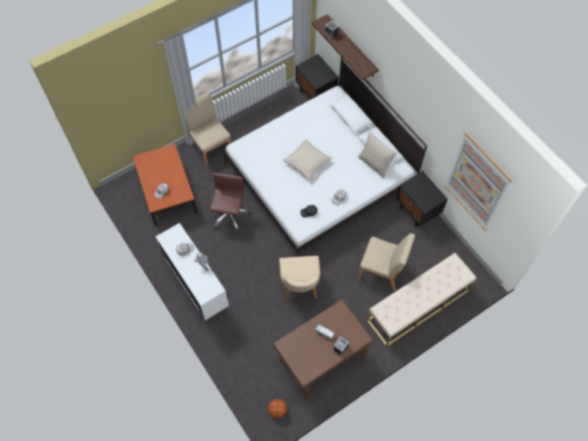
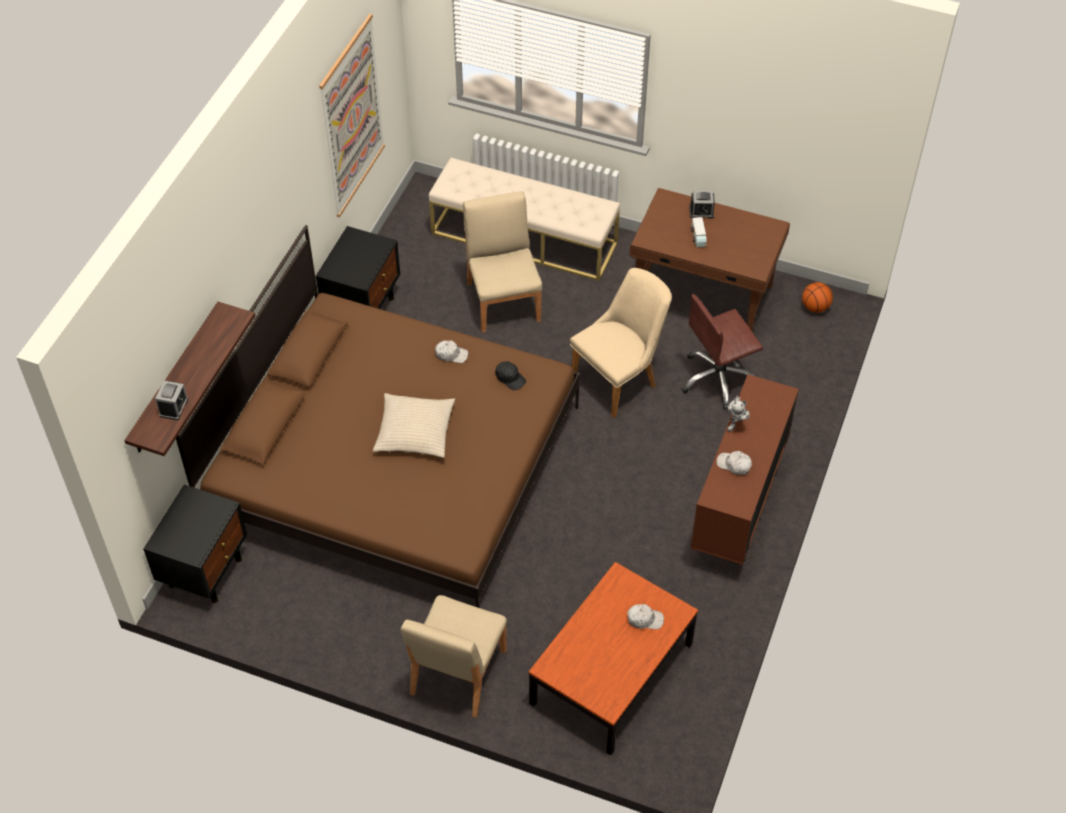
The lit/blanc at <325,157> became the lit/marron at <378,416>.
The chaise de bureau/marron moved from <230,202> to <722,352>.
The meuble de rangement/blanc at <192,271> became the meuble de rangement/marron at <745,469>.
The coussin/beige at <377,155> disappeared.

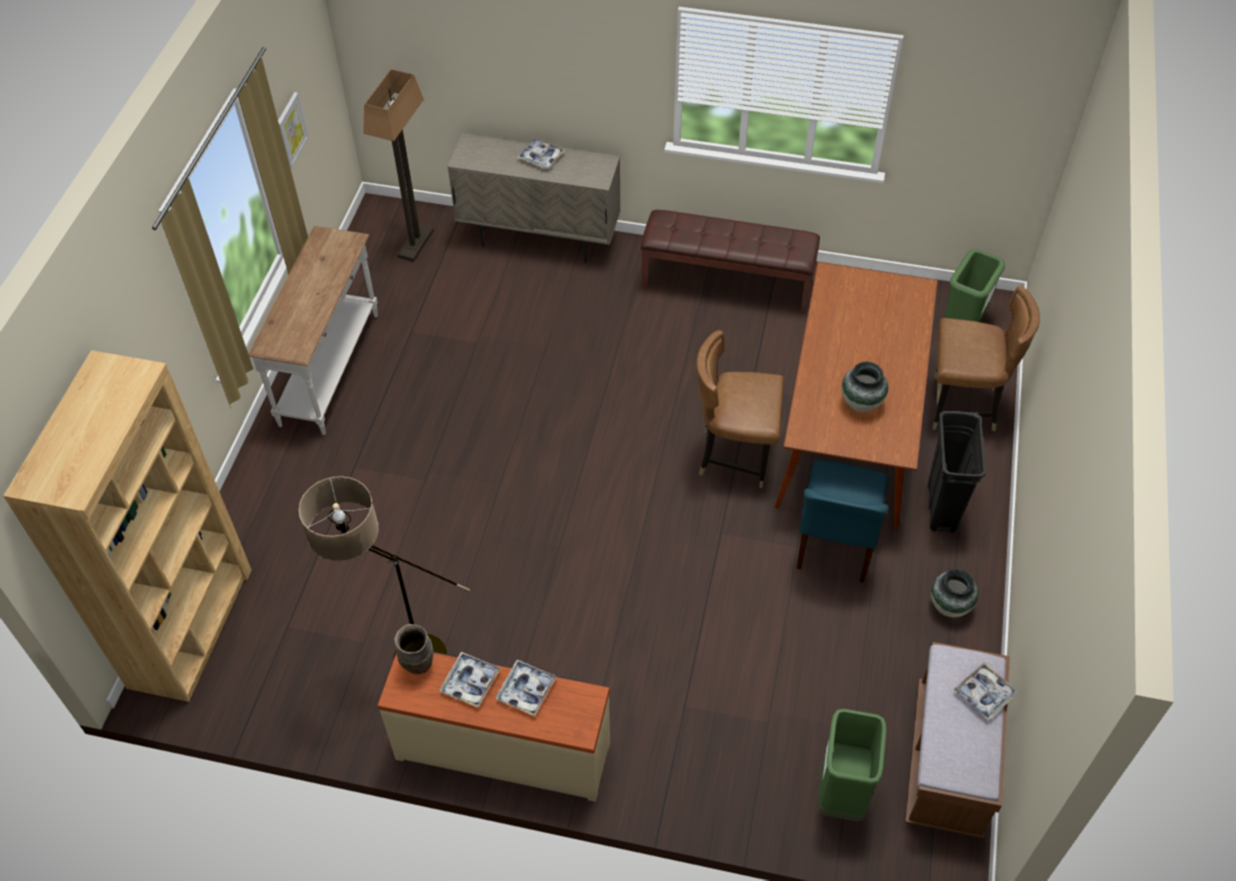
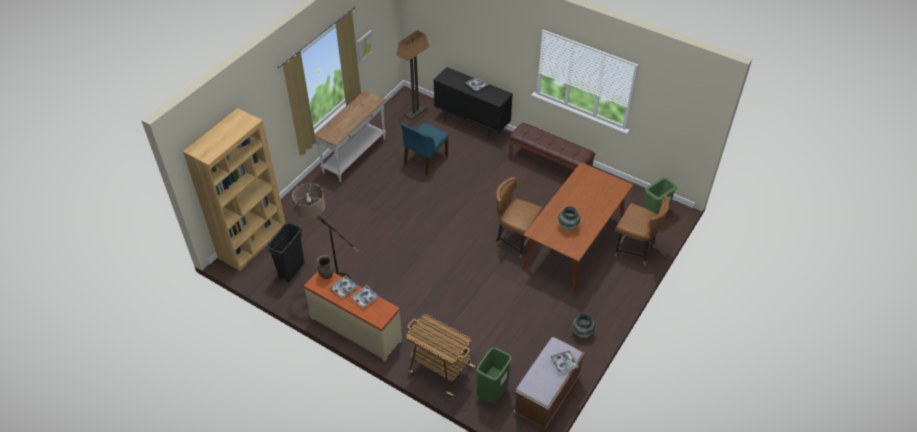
The poubelle/noir moved from <957,472> to <285,252>.
The chaise/bleu moved from <843,521> to <424,149>.
The chariot at <440,356> appeared.
The meuble de rangement/beige at <534,198> became the meuble de rangement/noir at <473,104>.

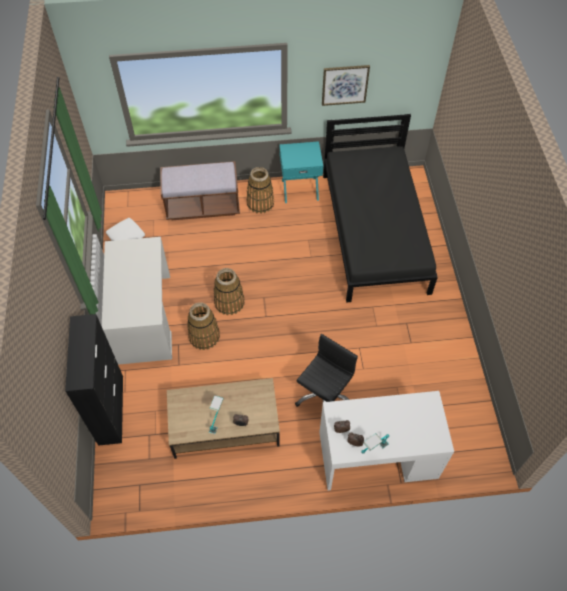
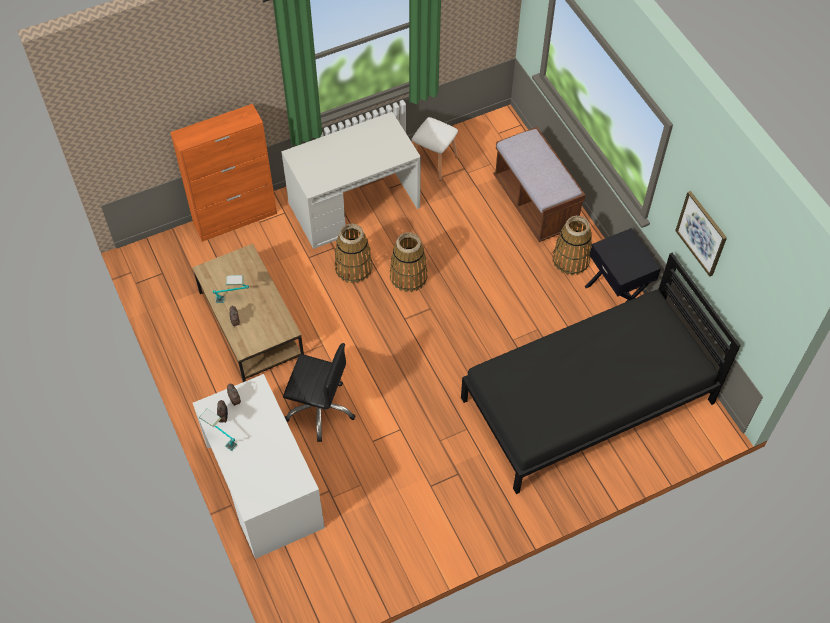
The meuble de rangement/noir at <94,380> became the meuble de rangement/orange at <223,173>.
The table de chevet/turquoise at <301,172> became the table de chevet/noir at <623,265>.

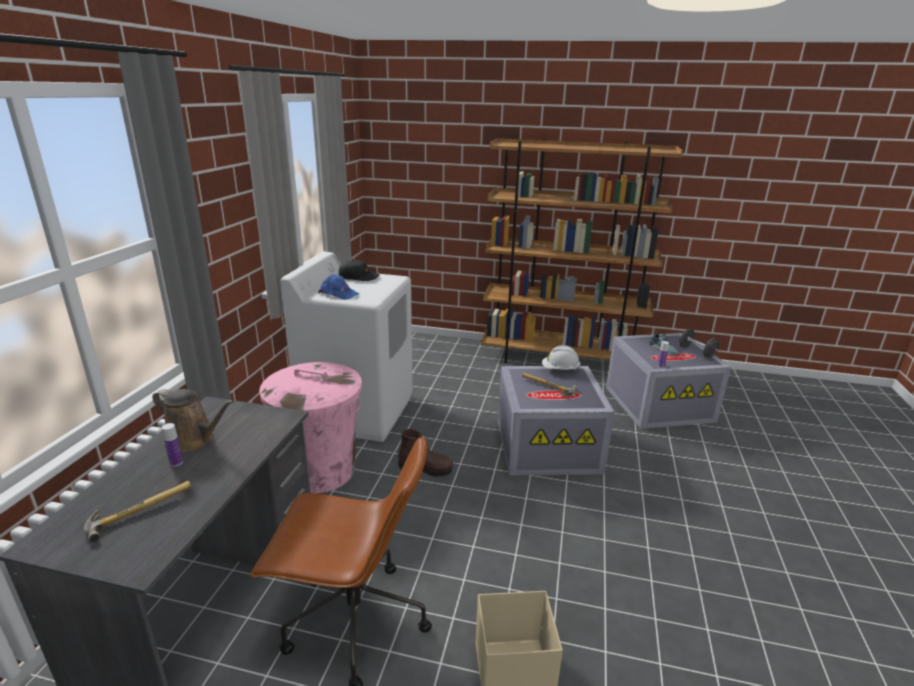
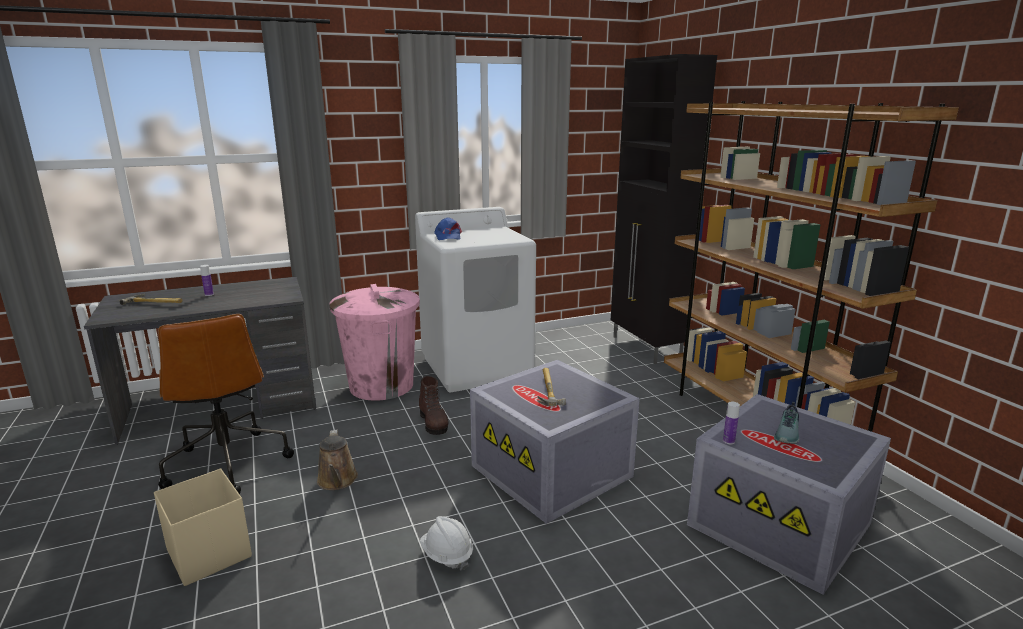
The arrosoir/marron moved from <193,420> to <337,460>.
The casque de chantier/blanc moved from <561,357> to <446,543>.
The meuble de rangement/noir at <664,209> appeared.
The casquette/noir at <359,270> disappeared.
The haltère/noir at <699,343> disappeared.

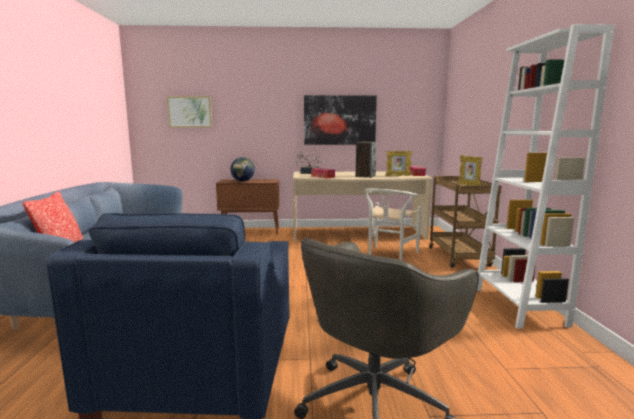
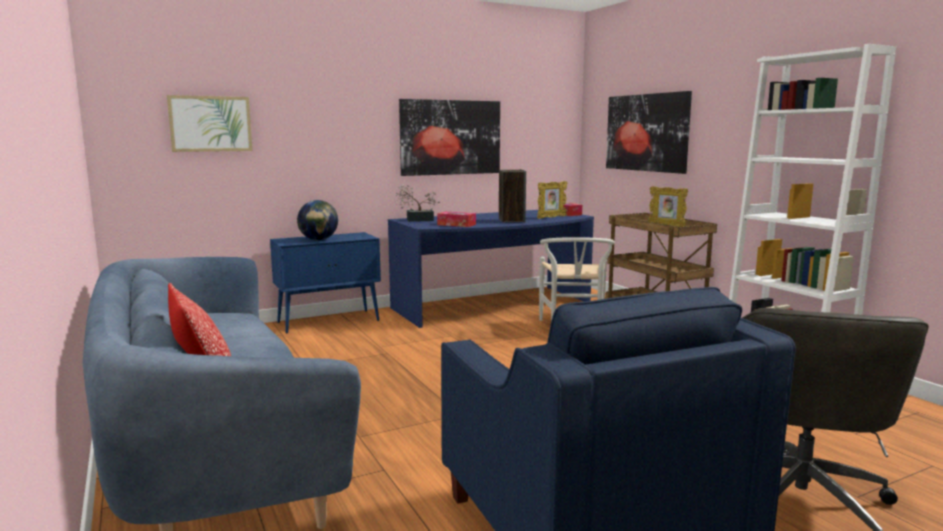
The meuble de rangement/marron at <248,206> became the meuble de rangement/bleu at <325,283>.
The bureau/beige at <362,206> became the bureau/bleu at <491,269>.
The tableau at <649,132> appeared.

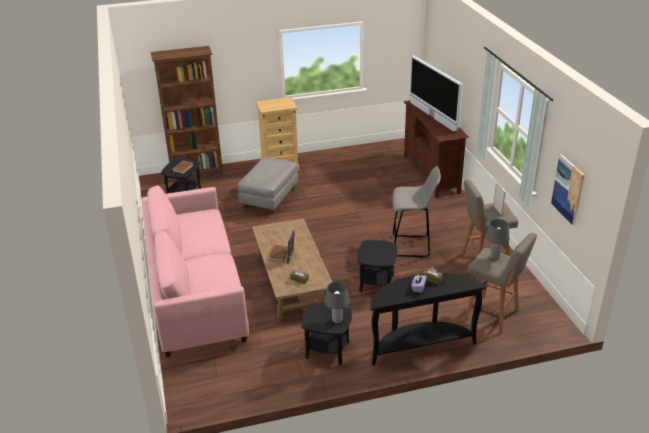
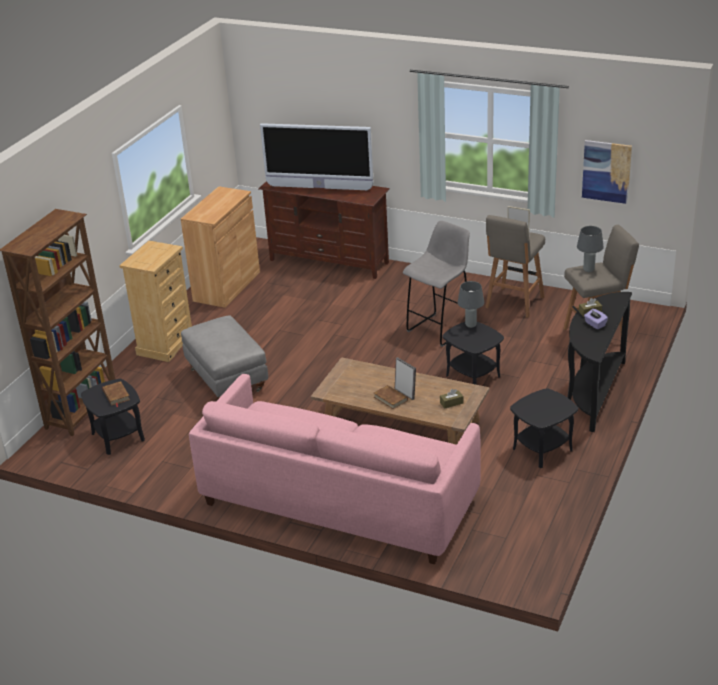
The meuble de rangement/marron at <220,247> appeared.
The lampe de table/gris moved from <337,302> to <471,304>.

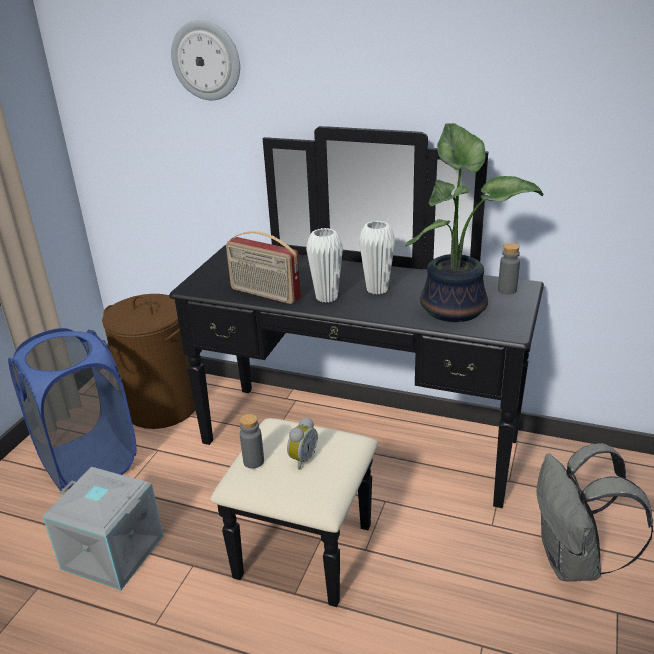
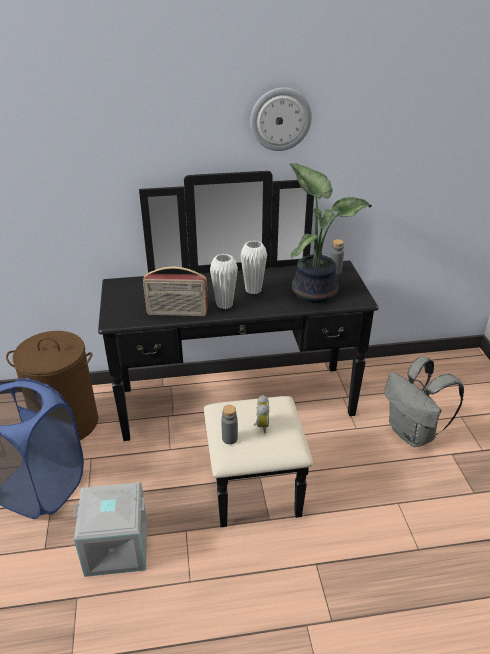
The horloge murale moved from <205,60> to <281,119>.

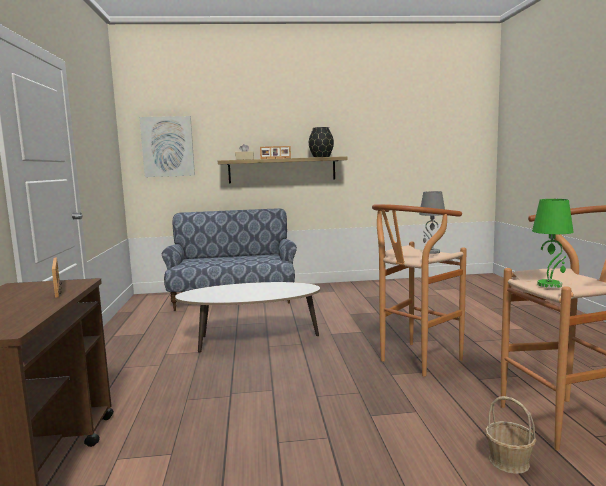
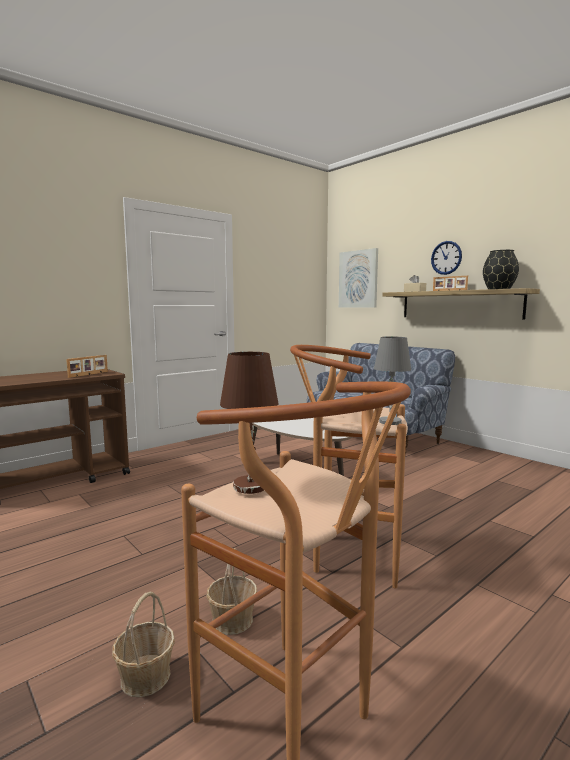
The panier at <231,591> appeared.
The lampe de table/vert at <553,243> became the lampe de table/marron at <249,423>.
The horloge murale at <446,258> appeared.

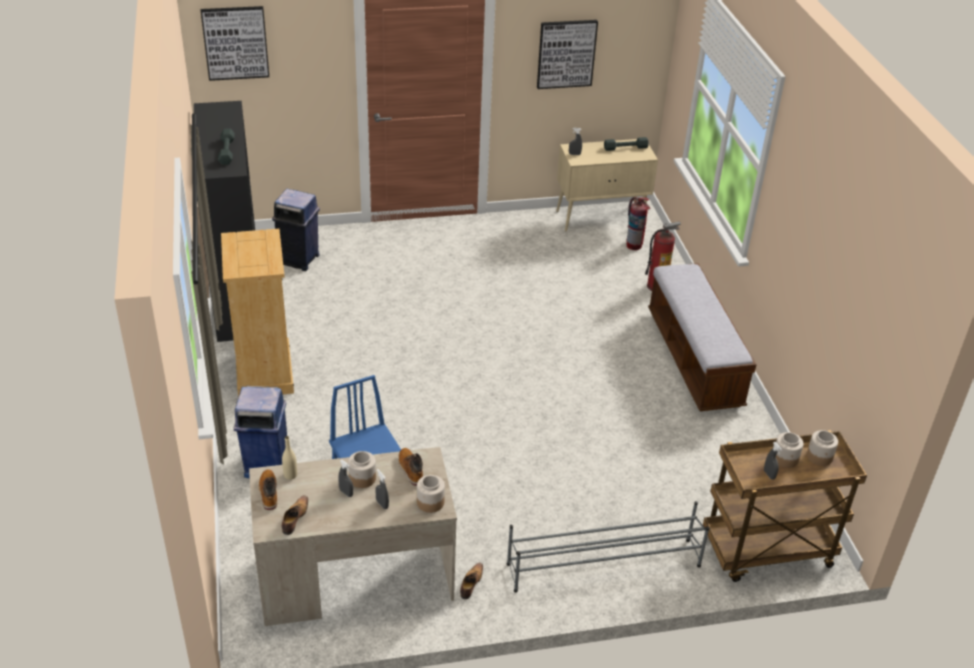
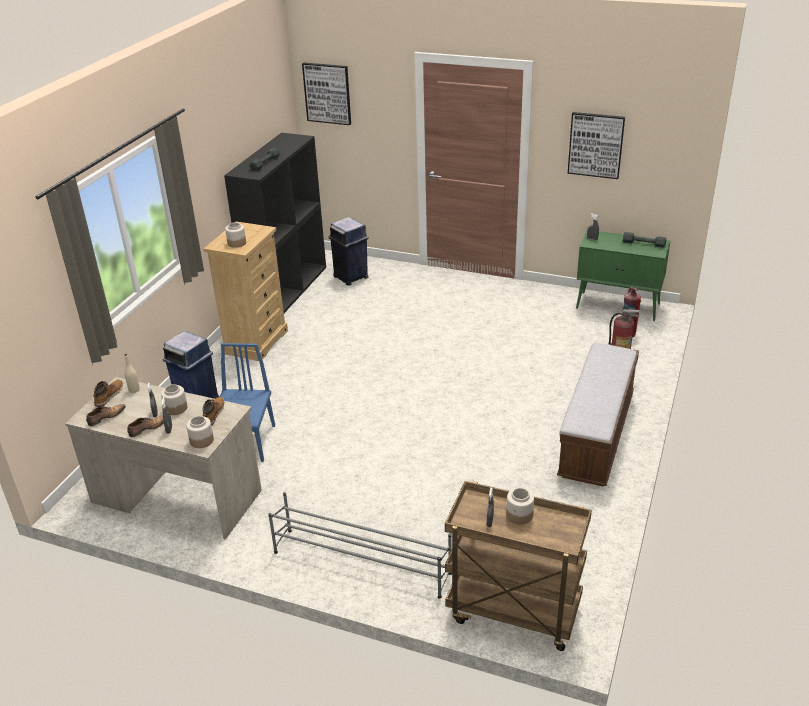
The chaussure moved from <471,581> to <145,426>.
The bocal moved from <822,448> to <235,235>.
The meuble de rangement/beige at <607,185> became the meuble de rangement/vert at <623,276>.

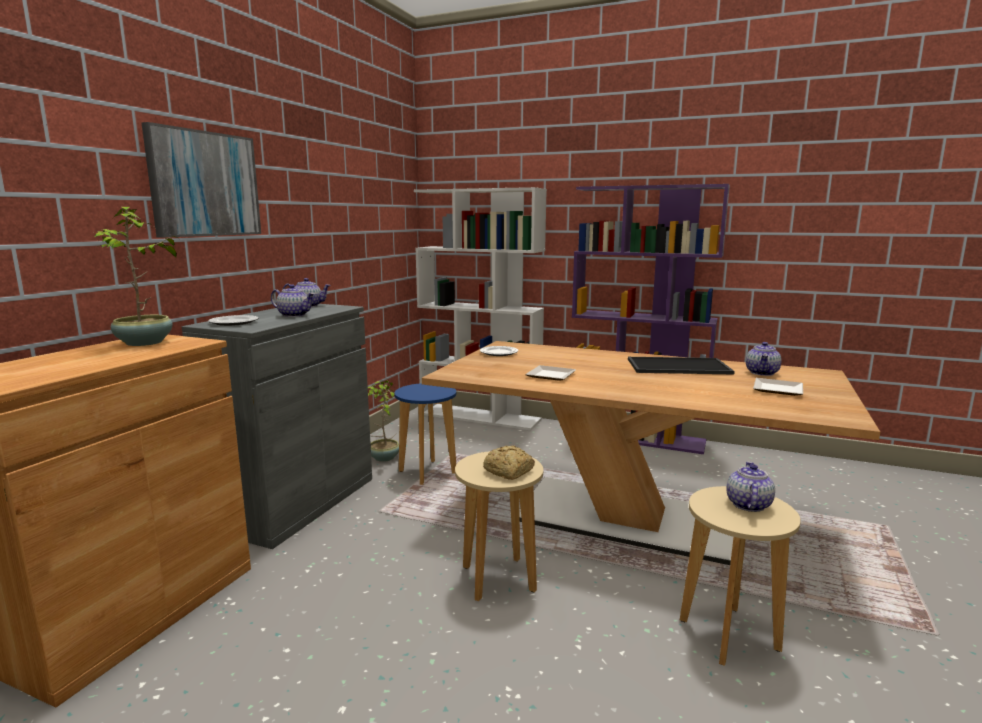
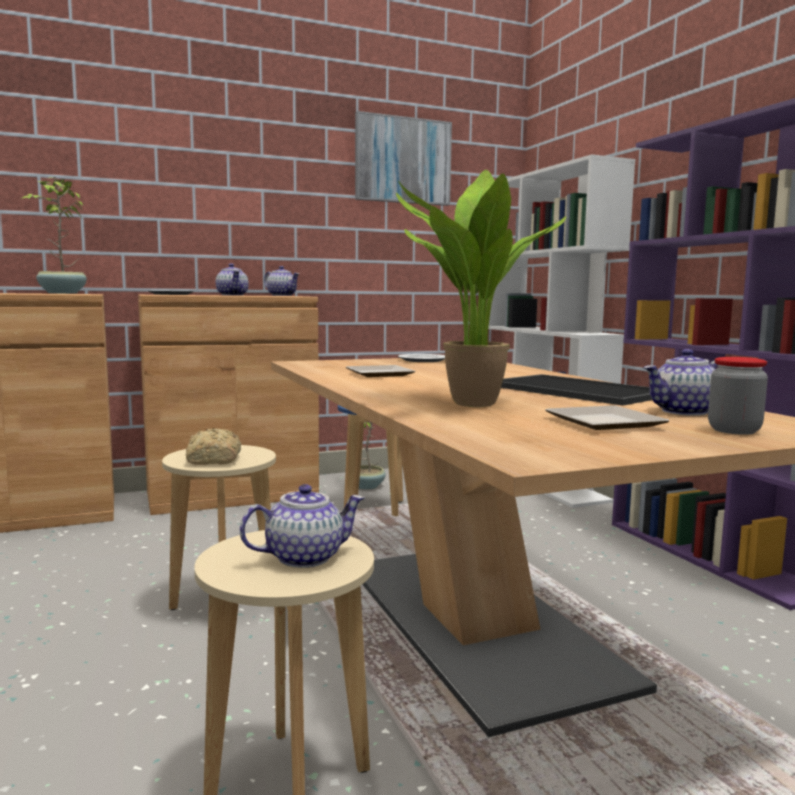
The meuble de rangement/gris at <277,426> became the meuble de rangement/marron at <228,405>.
The tableau moved from <201,179> to <403,158>.
The plante en pot at <481,288> appeared.
The bocal at <738,396> appeared.

